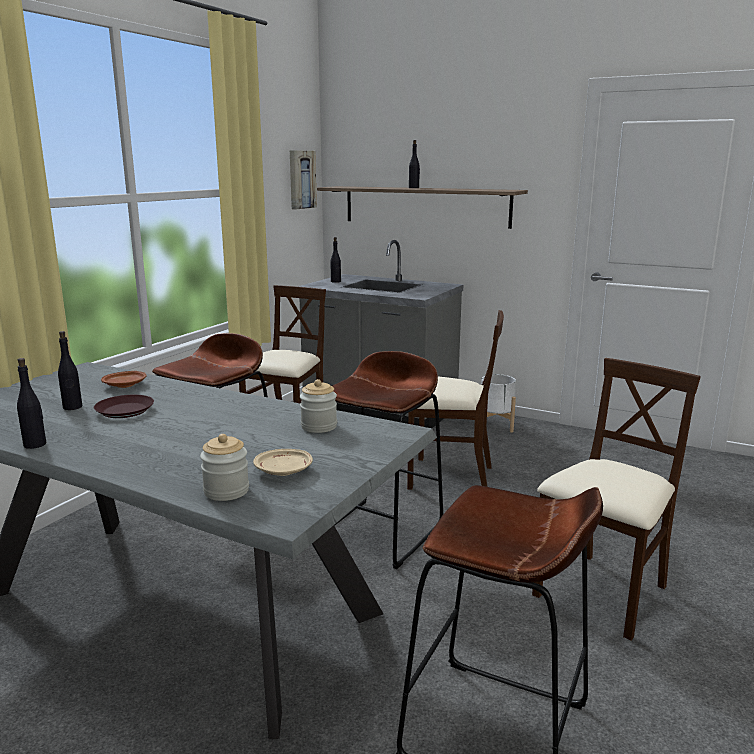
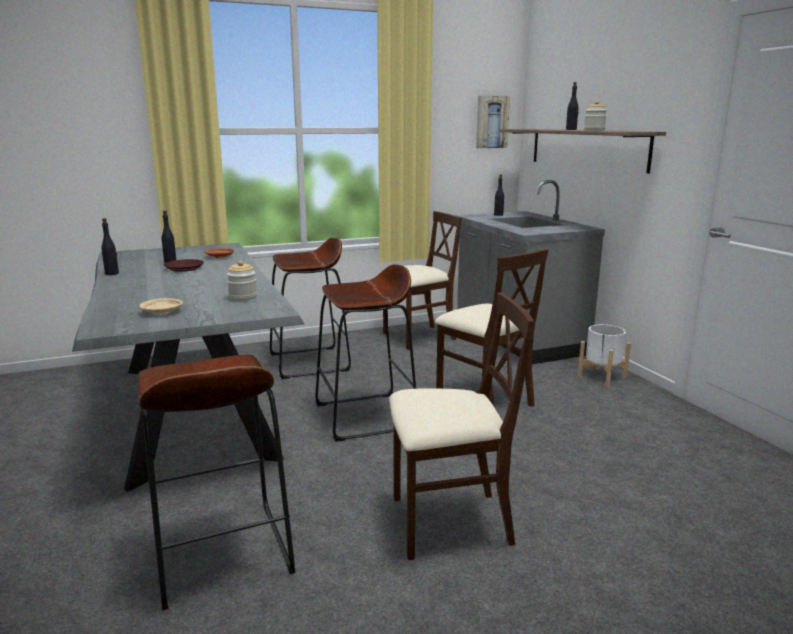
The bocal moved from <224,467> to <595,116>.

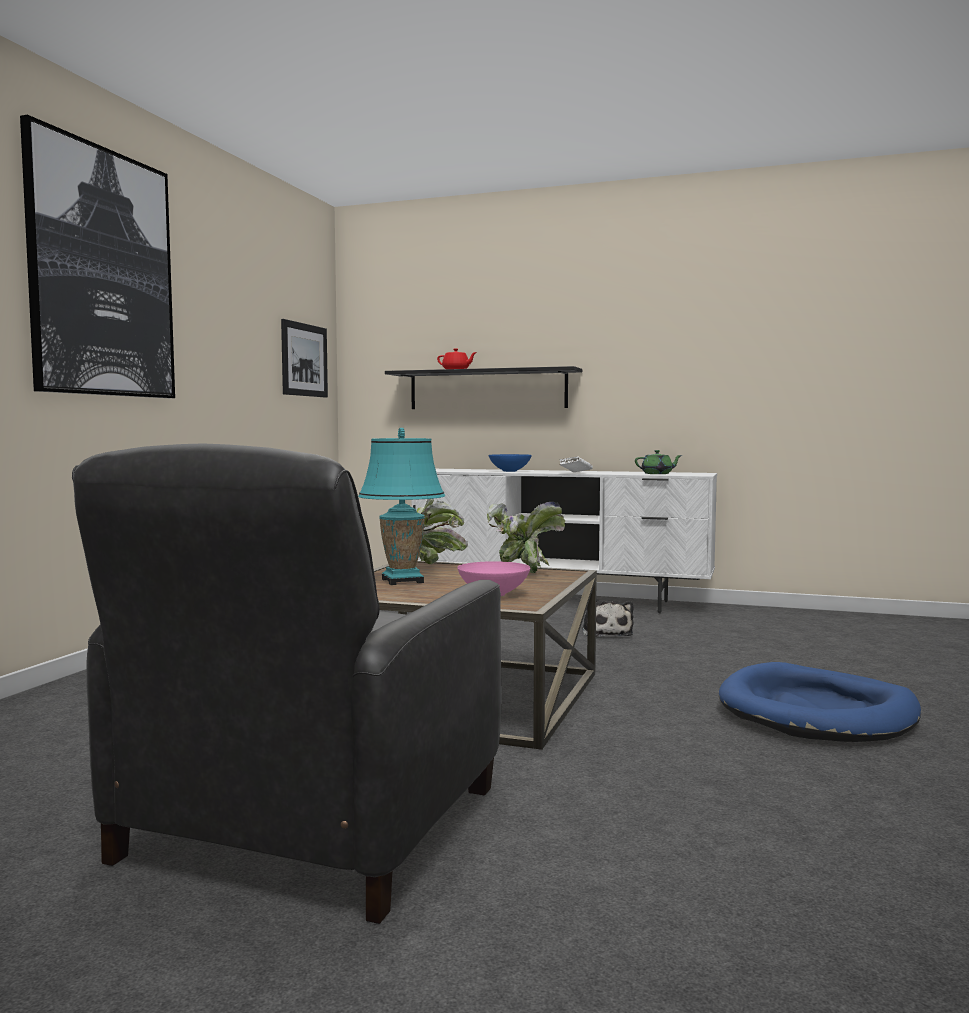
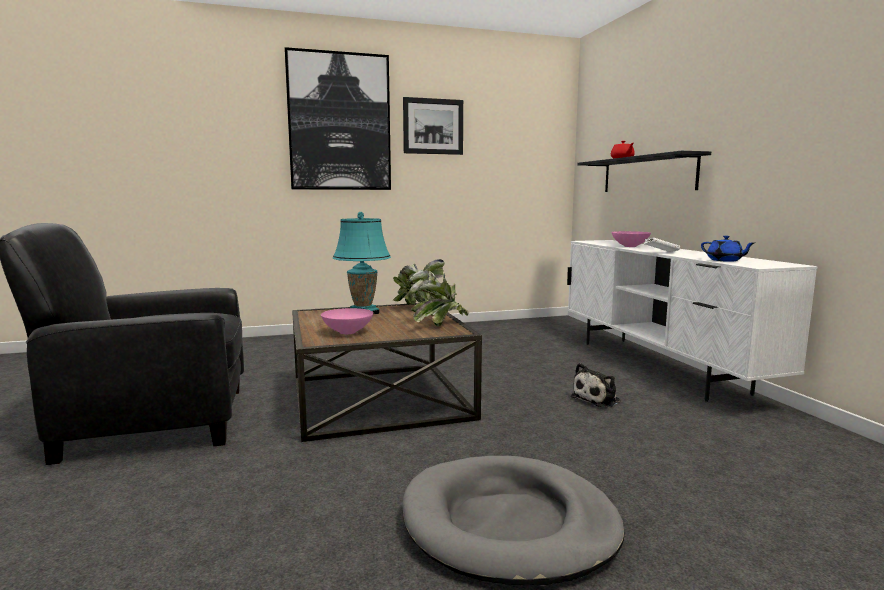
The panier pour chien/bleu at <820,702> became the panier pour chien/gris at <513,520>.
The tableau moved from <304,358> to <433,126>.
The bol/bleu at <510,463> became the bol/rose at <631,239>.
The théière/vert at <658,462> became the théière/bleu at <727,249>.

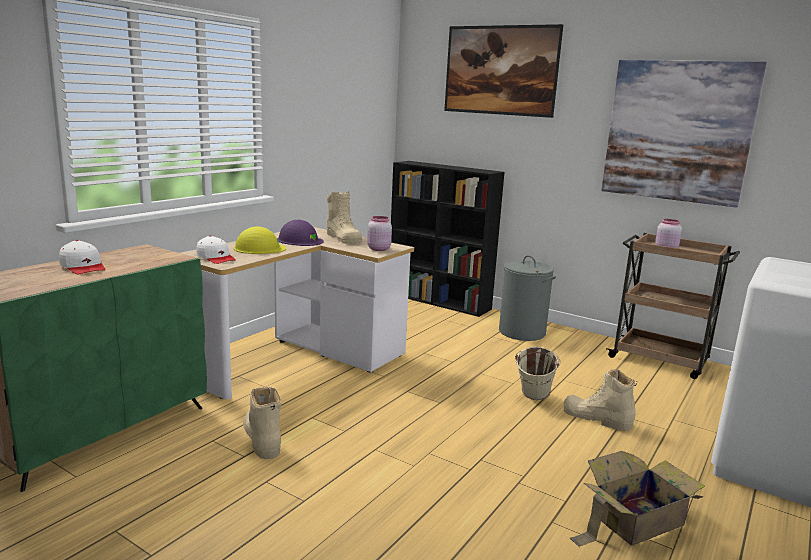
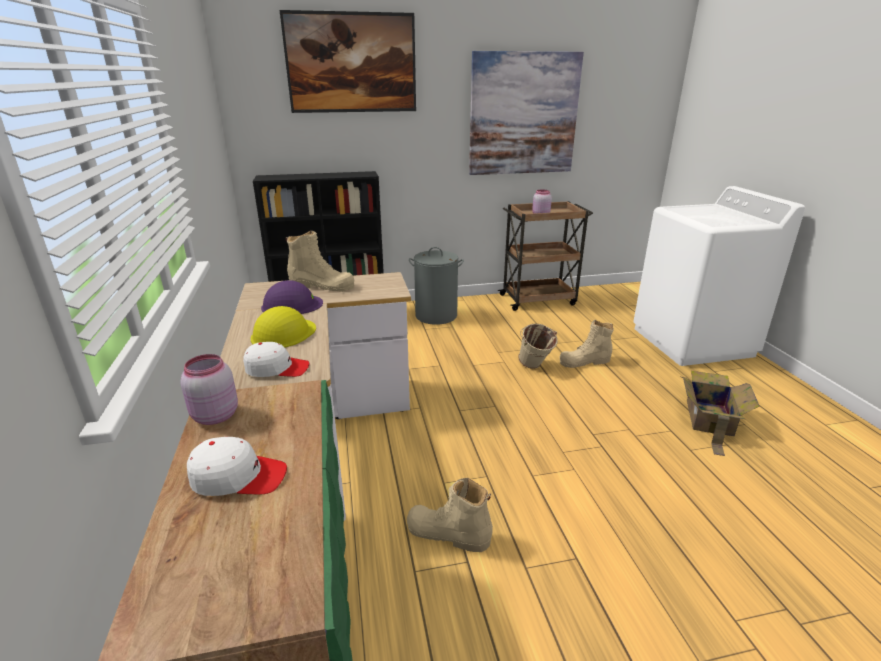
The bocal/rose moved from <379,233> to <209,389>.

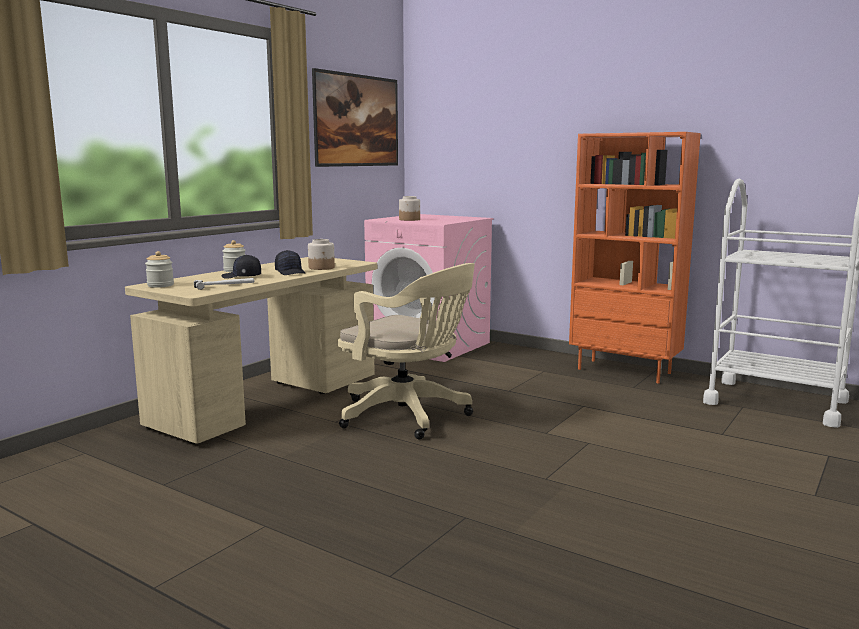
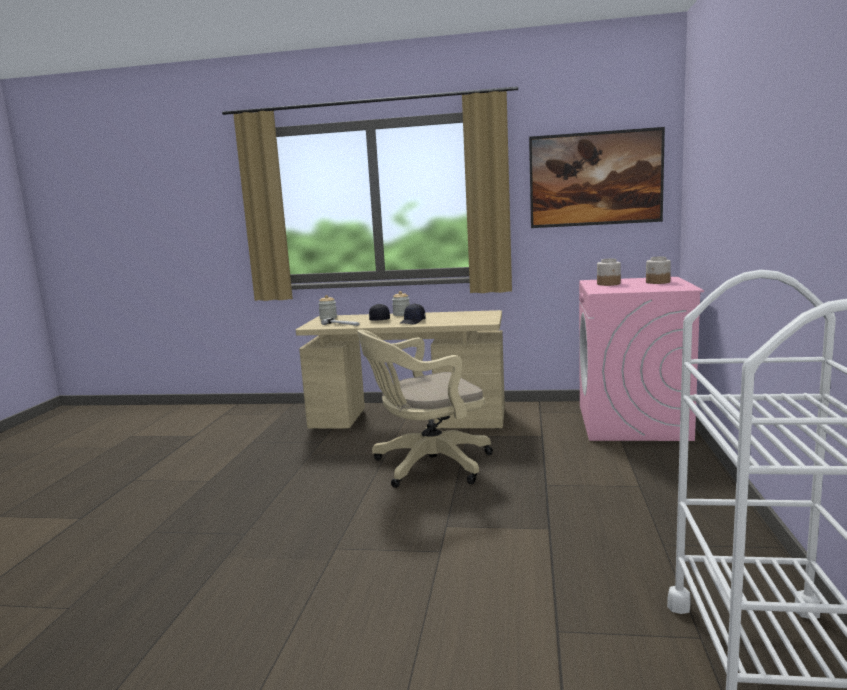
The chaise de bureau/beige at <406,351> turned 60 degrees clockwise.
The bocal moved from <321,254> to <658,270>.
The bibliothèque/orange at <635,258> disappeared.

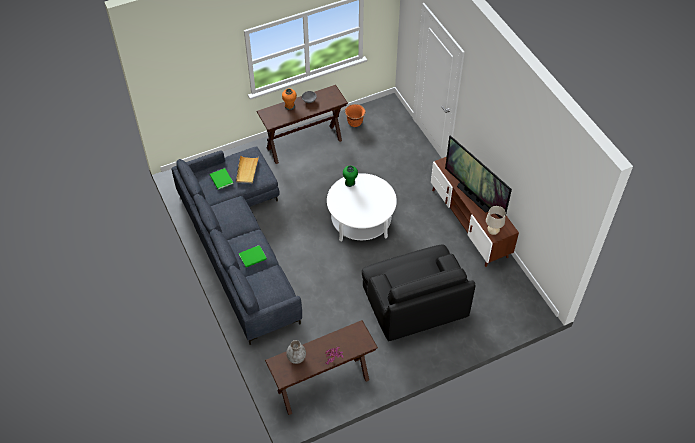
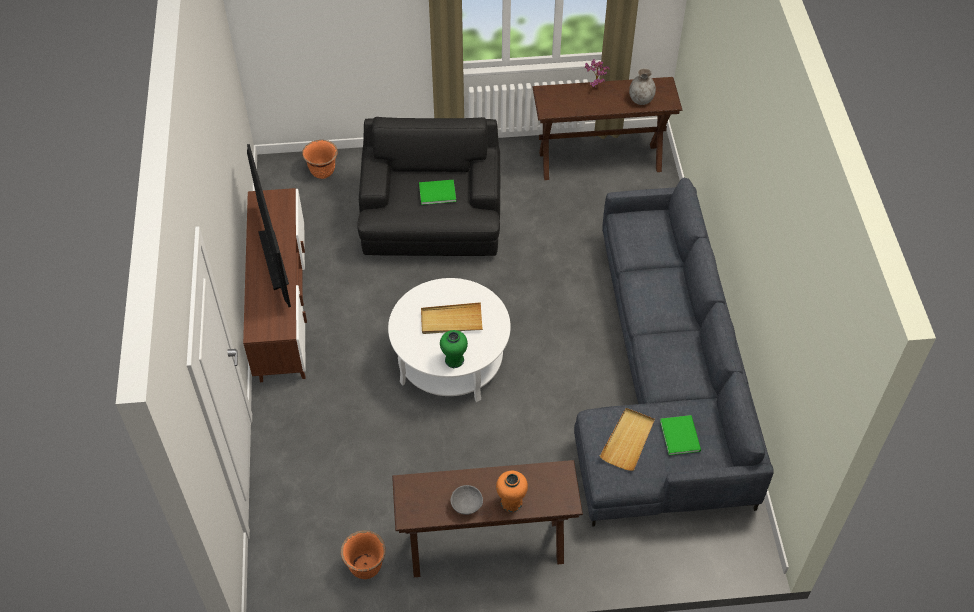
The cache-pot/orange at <320,159> appeared.
The livre/vert moved from <253,256> to <437,192>.
The plateau/beige at <452,318> appeared.
The lampe de table/beige at <496,220> disappeared.

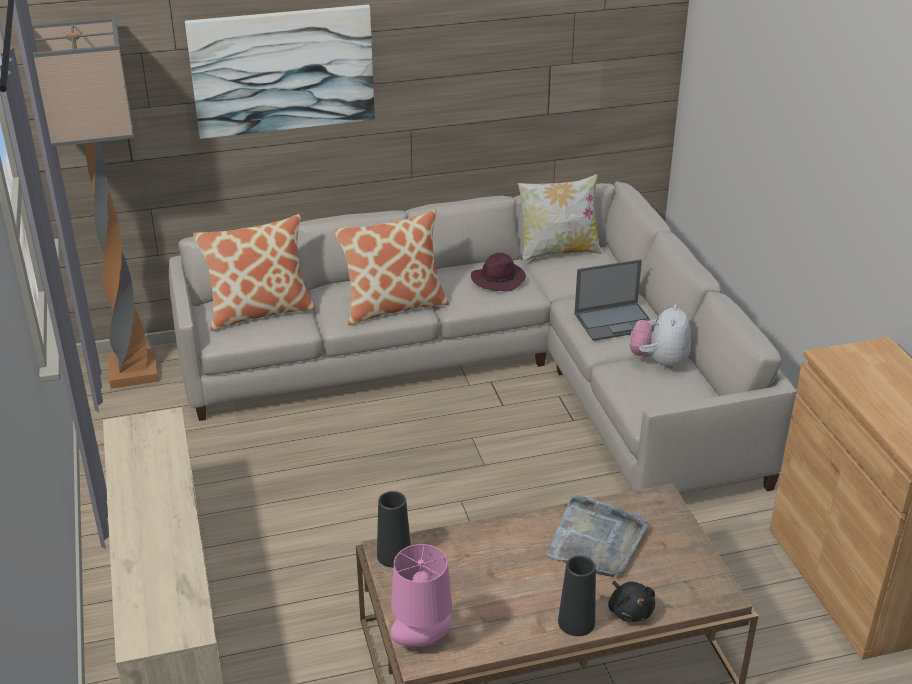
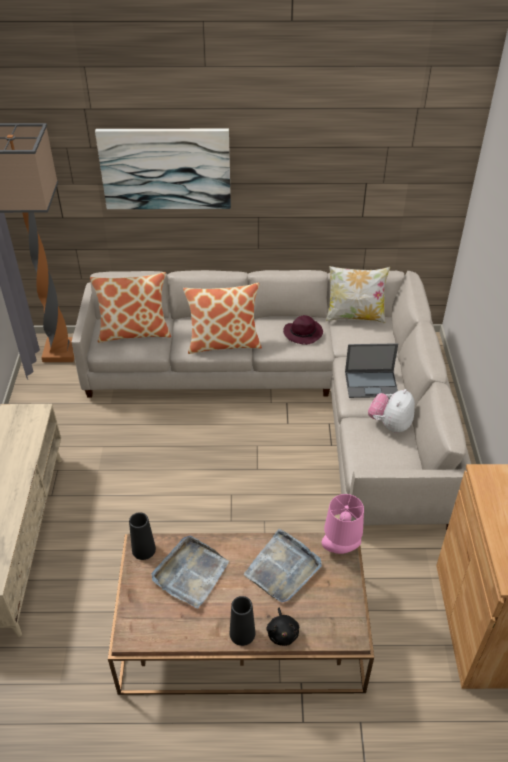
The plateau/gris at <190,572> appeared.
The lampe de table/rose moved from <421,596> to <343,524>.

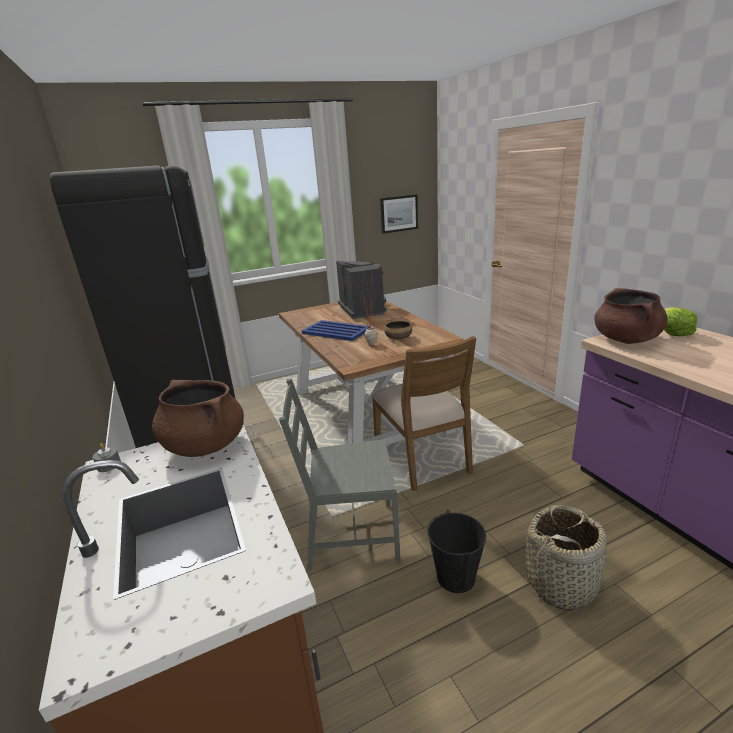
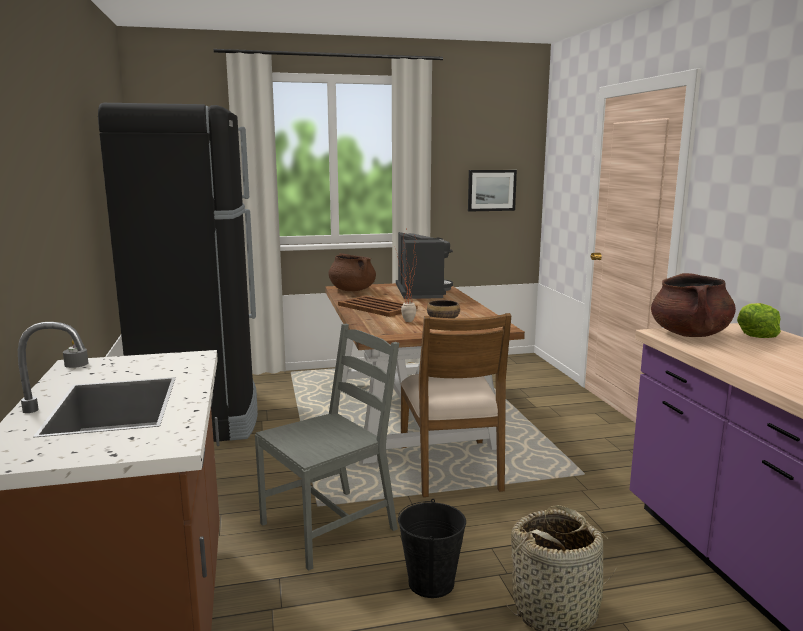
The chaise/gris at <339,474> turned 135 degrees clockwise.
The marmite/marron moved from <198,418> to <352,272>.
The plateau/bleu at <336,330> became the plateau/marron at <377,306>.

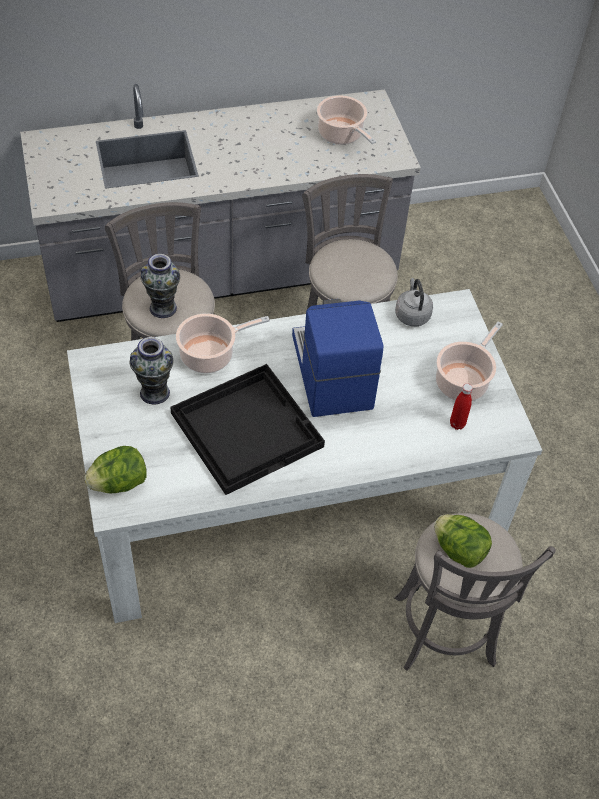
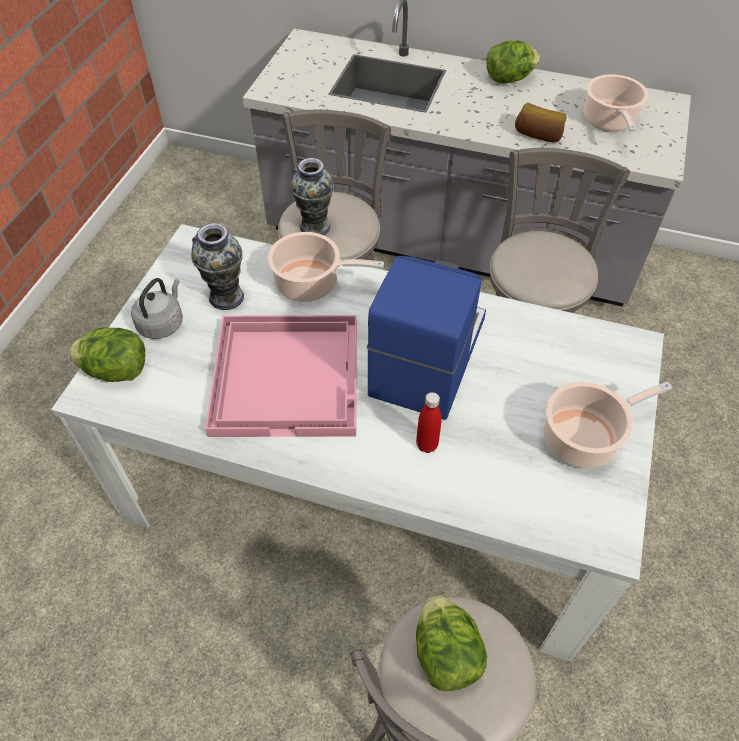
The bouilloire/gris moved from <414,302> to <157,308>.
The plateau/noir at <247,429> became the plateau/rose at <281,376>.
The bouteille/rouge moved from <461,407> to <429,422>.
The laitue at <513,61> appeared.
The pain at <541,122> appeared.

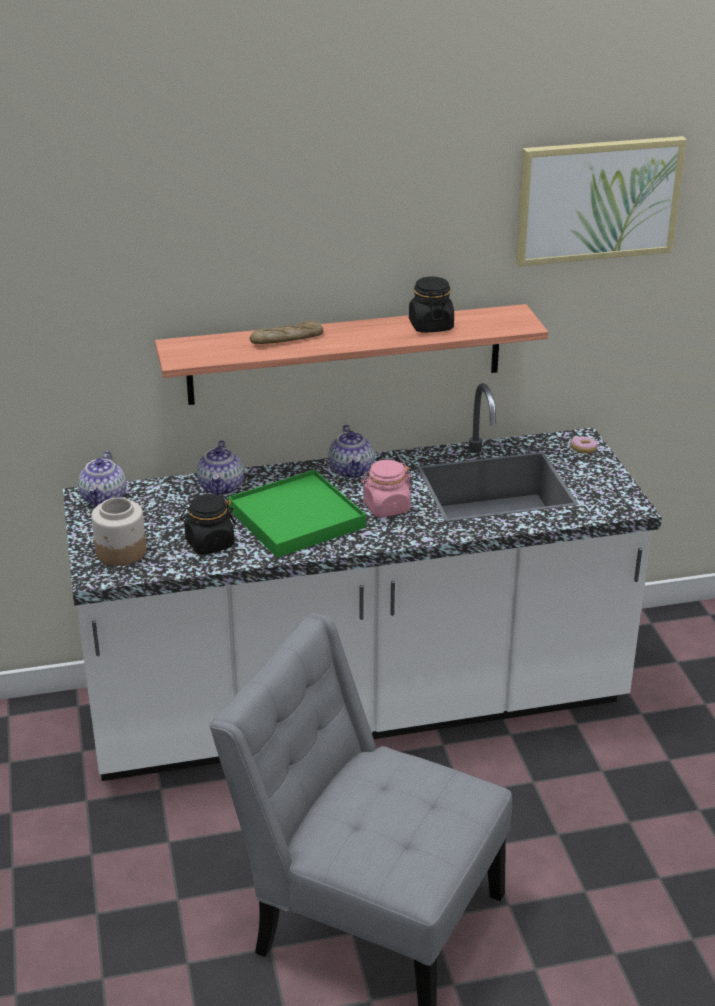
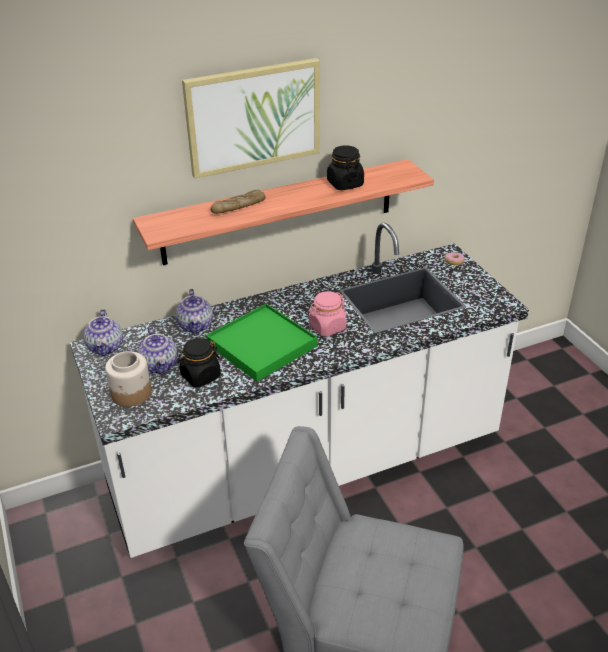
The théière moved from <351,451> to <158,351>.
The tableau moved from <601,201> to <251,118>.

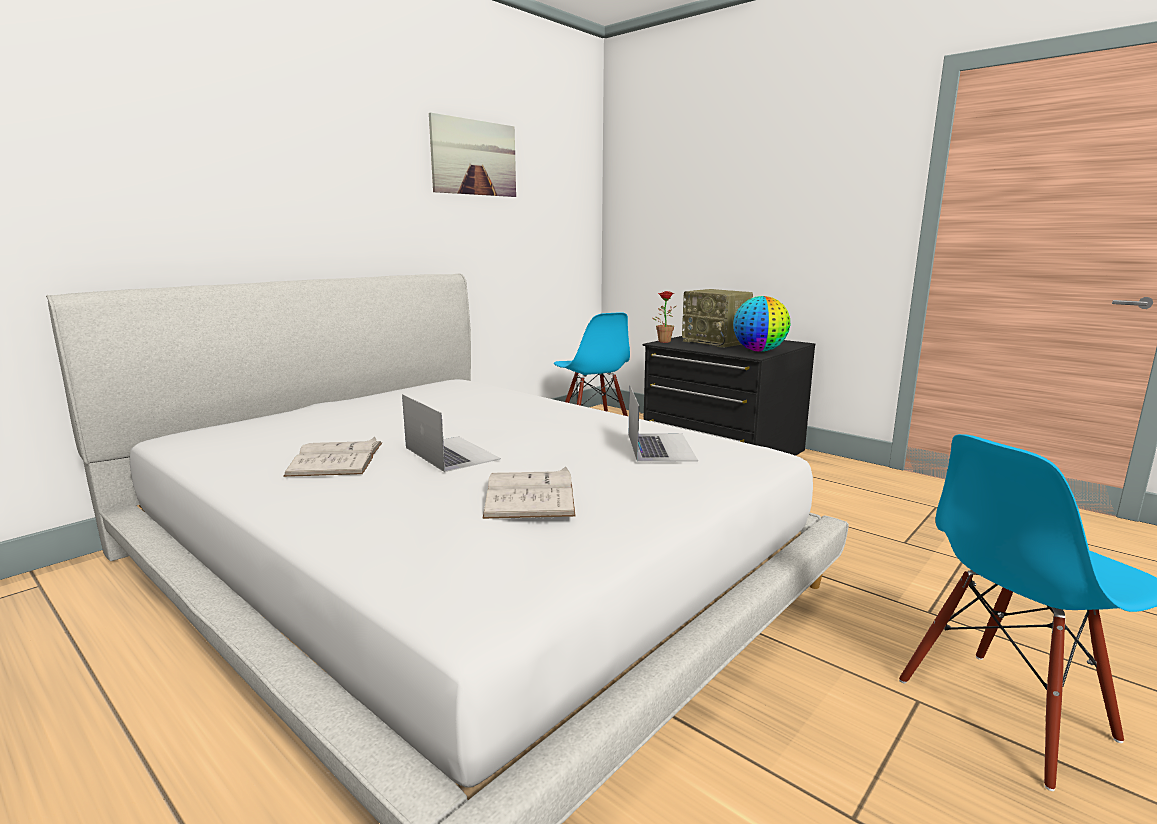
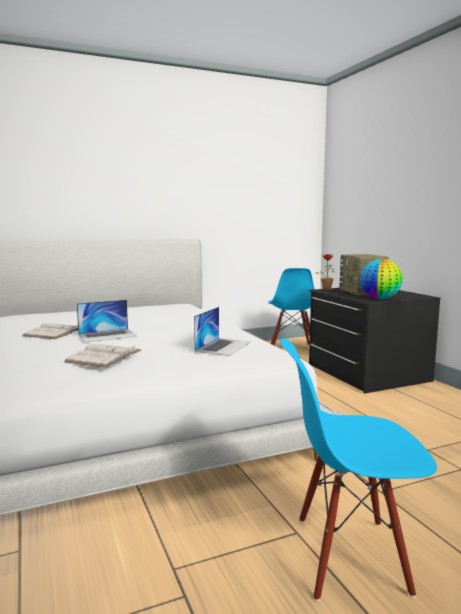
The ordinateur portable at <451,433> turned 75 degrees clockwise.
The tableau at <472,154> disappeared.

